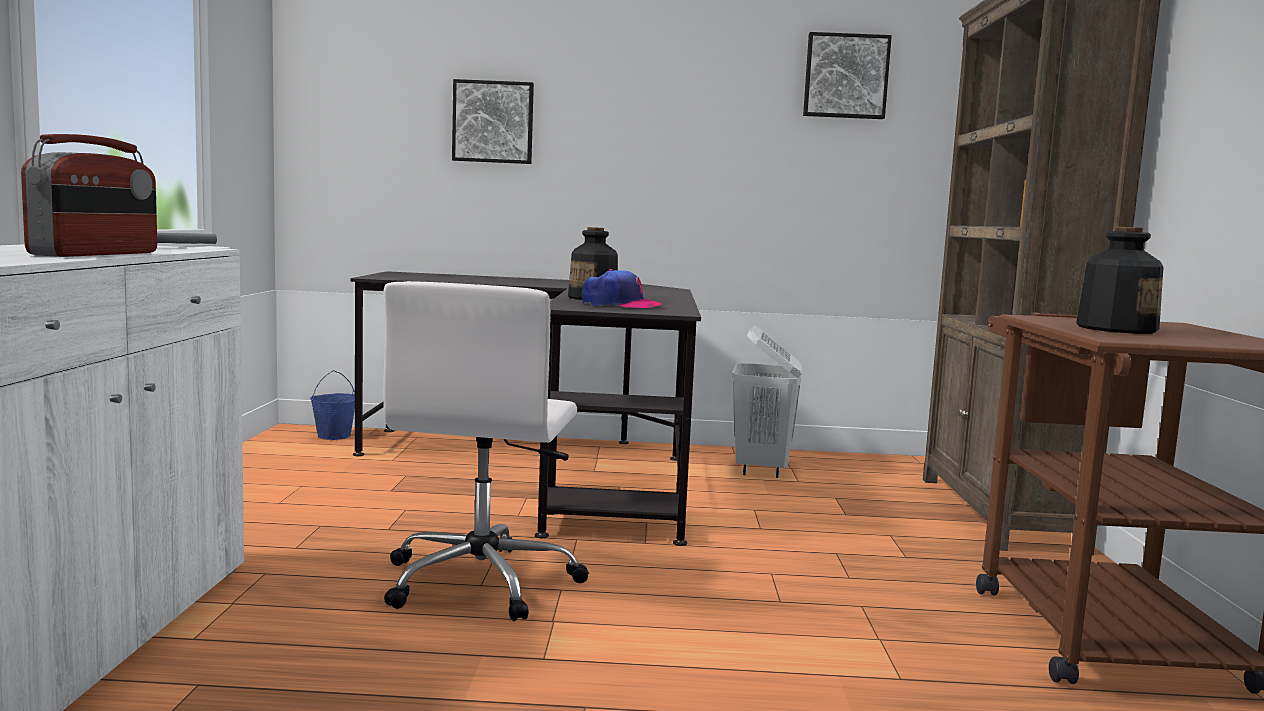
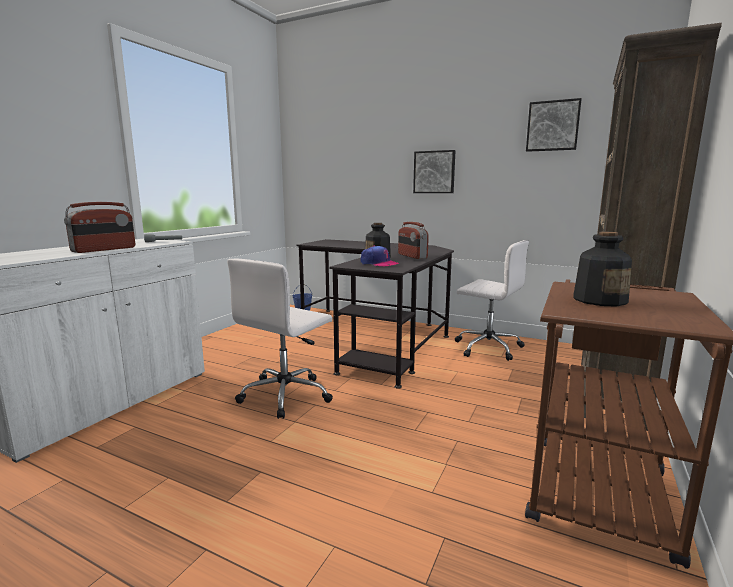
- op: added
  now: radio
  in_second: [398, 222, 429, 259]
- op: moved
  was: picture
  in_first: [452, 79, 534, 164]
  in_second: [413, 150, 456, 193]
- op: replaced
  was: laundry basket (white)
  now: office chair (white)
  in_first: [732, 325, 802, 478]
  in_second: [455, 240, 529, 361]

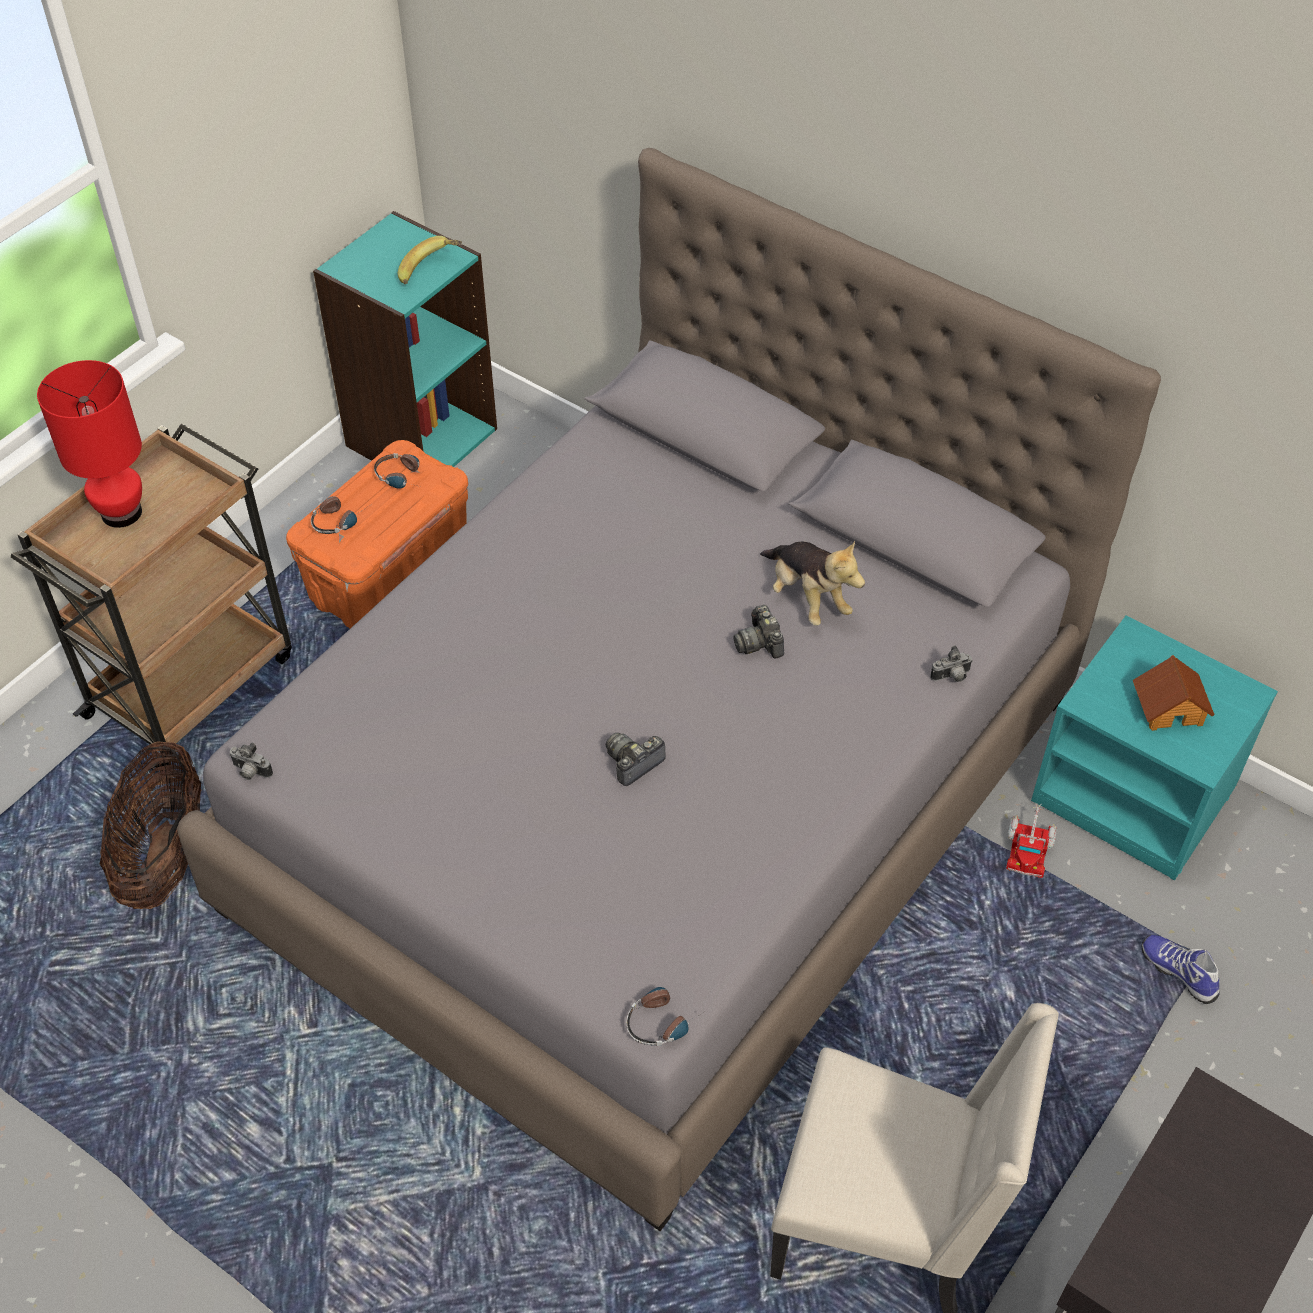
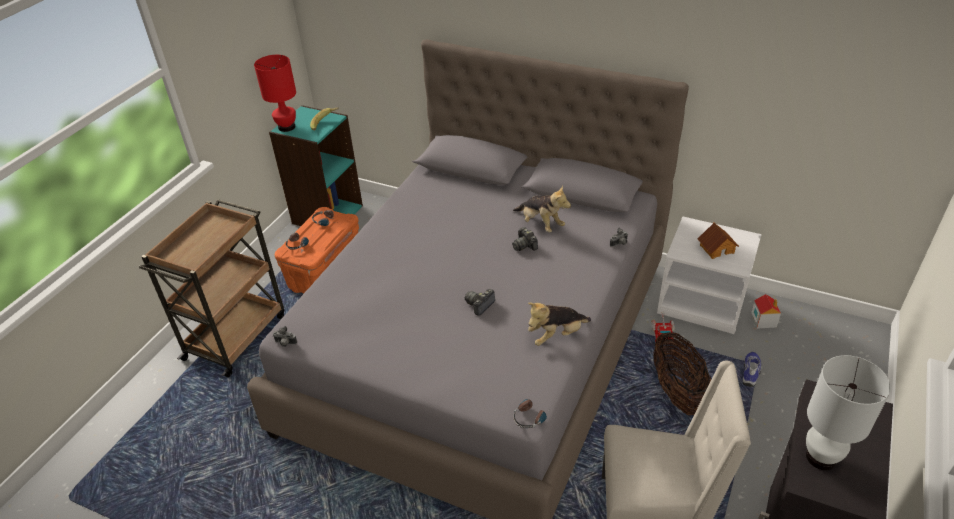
- op: added
  now: plush toy
  in_second: [528, 302, 591, 346]
- op: added
  now: toy house
  in_second: [750, 294, 781, 329]
- op: added
  now: table lamp (white)
  in_second: [806, 355, 891, 470]
- op: moved
  was: table lamp (red)
  in_first: [37, 360, 142, 528]
  in_second: [254, 55, 296, 132]
- op: moved
  was: basket
  in_first: [100, 741, 201, 909]
  in_second: [653, 332, 711, 415]
- op: recoloured
  was: nightstand (turquoise)
  now: nightstand (white)
  in_first: [1031, 615, 1278, 881]
  in_second: [657, 217, 762, 334]
- op: turned
  was: shoe
  in_first: [1141, 935, 1220, 1004]
  in_second: [743, 352, 761, 387]
  clockwise: 75

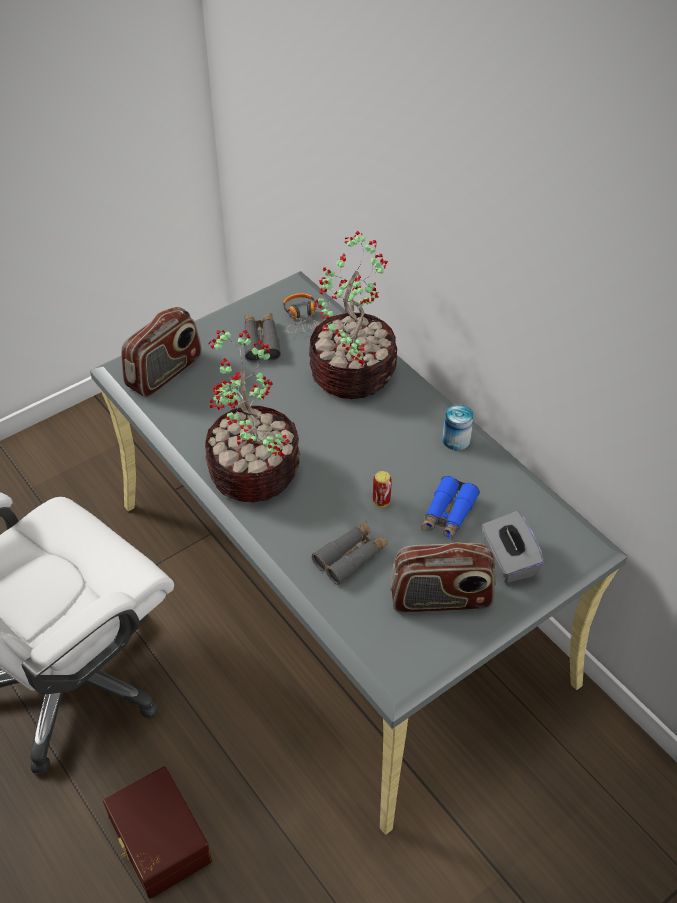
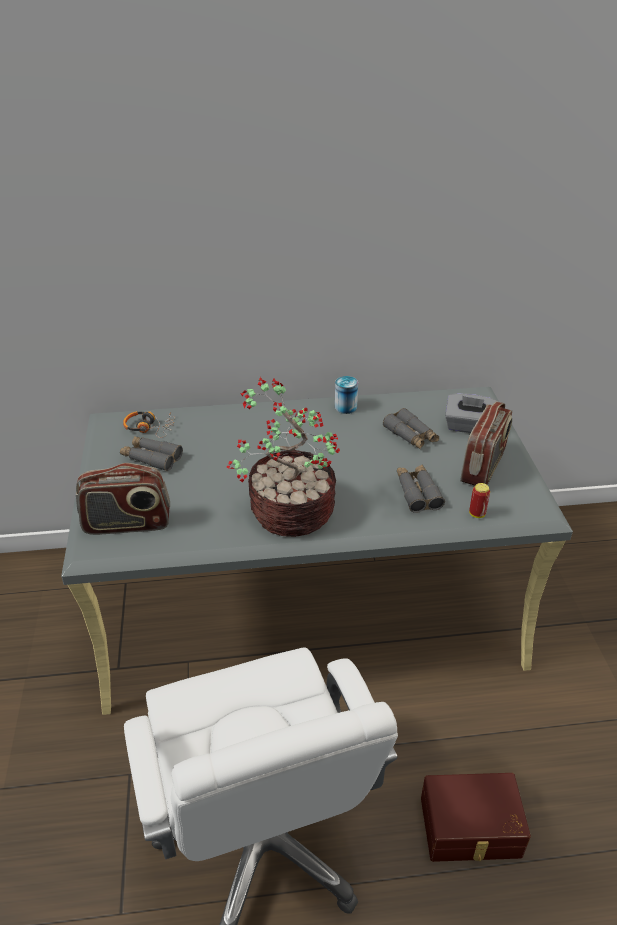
- op: removed
  was: potted plant
  in_first: [309, 231, 397, 399]
- op: moved
  was: can
  in_first: [373, 471, 392, 507]
  in_second: [469, 483, 490, 518]
- op: recoloured
  was: binoculars (blue)
  now: binoculars (grey)
  in_first: [421, 476, 480, 540]
  in_second: [383, 408, 439, 449]
- op: turned
  was: radio
  in_first: [121, 307, 202, 398]
  in_second: [76, 463, 170, 535]
  clockwise: 105

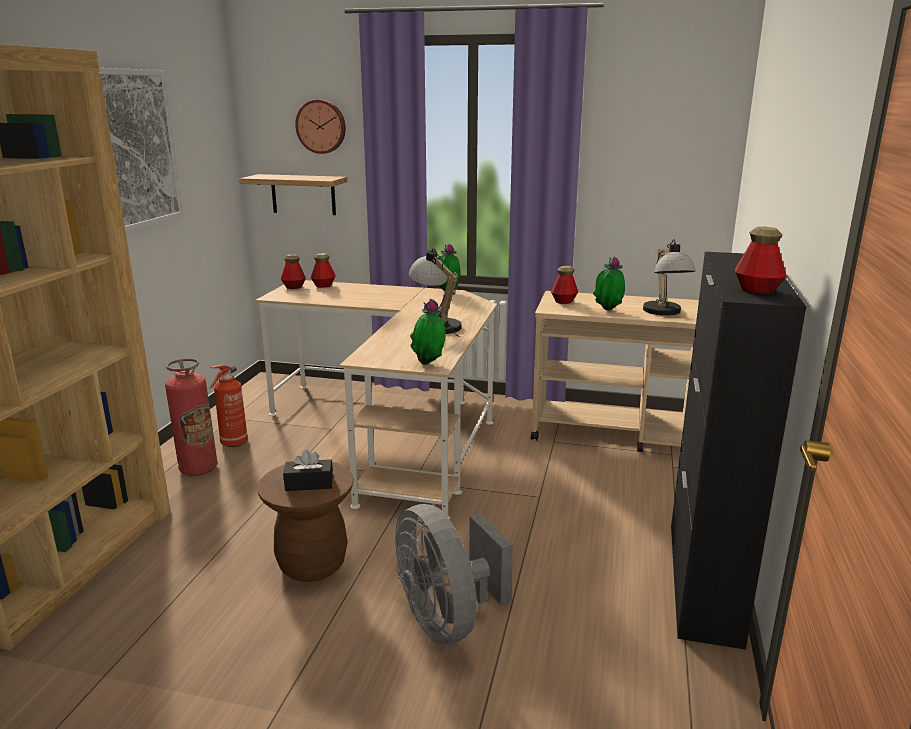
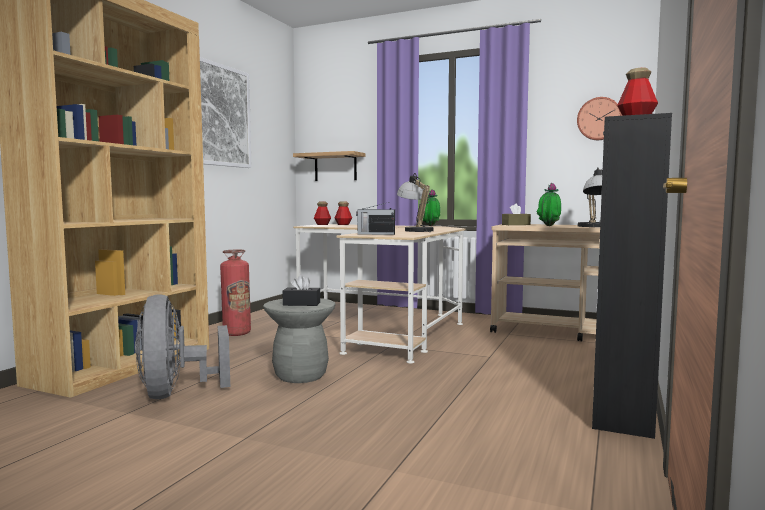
- op: removed
  was: fire extinguisher
  in_first: [209, 365, 248, 447]
- op: removed
  was: potted plant
  in_first: [410, 299, 445, 365]
- op: added
  now: radio
  in_second: [356, 202, 395, 235]
- op: moved
  was: wall clock
  in_first: [295, 100, 346, 154]
  in_second: [577, 97, 622, 140]
- op: moved
  was: fan (grey)
  in_first: [395, 504, 513, 645]
  in_second: [135, 294, 230, 399]
- op: replaced
  was: bottle
  now: tissue box (brown)
  in_first: [551, 266, 578, 304]
  in_second: [502, 203, 531, 225]
- op: recoloured
  was: stool (brown)
  now: stool (grey)
  in_first: [257, 462, 354, 582]
  in_second: [263, 298, 336, 383]

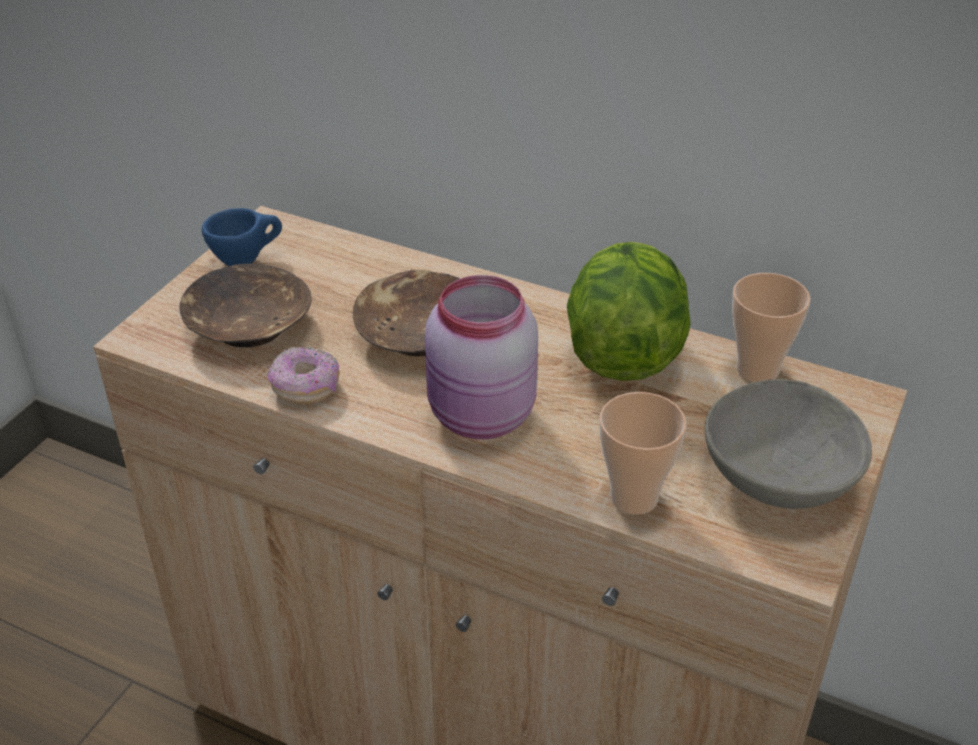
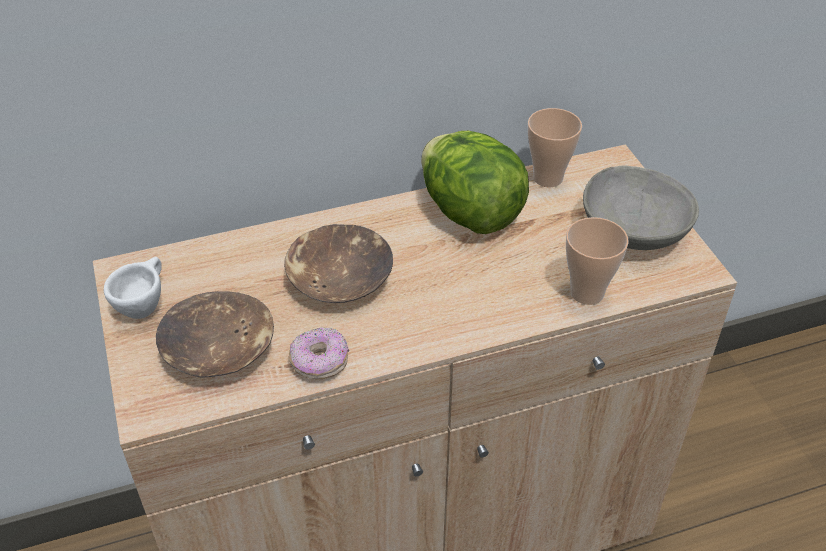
- op: removed
  was: jar (pink)
  in_first: [425, 275, 538, 439]
- op: recoloured
  was: cup (blue)
  now: cup (white)
  in_first: [202, 208, 282, 266]
  in_second: [104, 257, 162, 319]

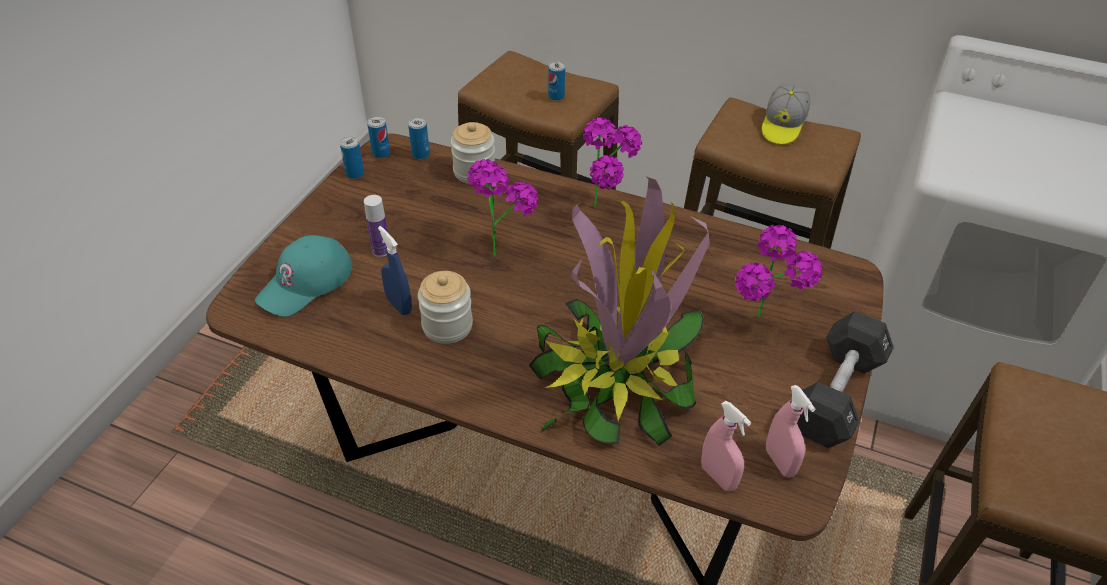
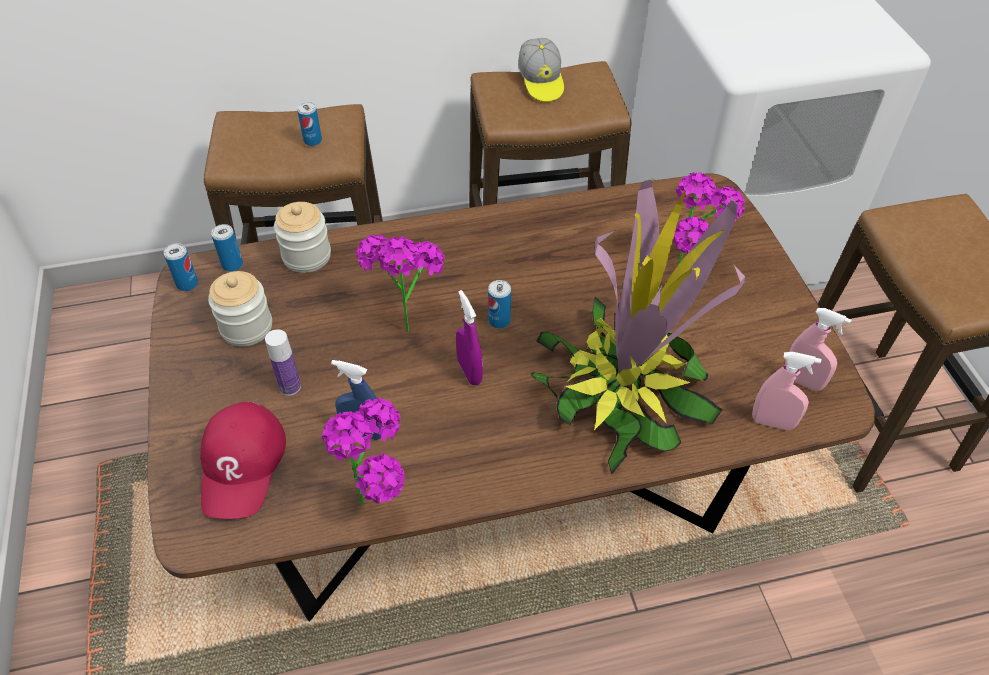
- op: removed
  was: dumbbell (black)
  in_first: [797, 311, 894, 448]
- op: added
  now: spray bottle (purple)
  in_second: [456, 290, 483, 385]
- op: moved
  was: can
  in_first: [340, 136, 364, 179]
  in_second: [488, 280, 511, 329]
- op: moved
  was: jar
  in_first: [418, 271, 473, 344]
  in_second: [208, 271, 272, 346]
- op: moved
  was: potted plant
  in_first: [583, 117, 642, 208]
  in_second: [322, 398, 405, 505]
- op: recoloured
  was: cap (turquoise)
  now: cap (red)
  in_first: [255, 235, 352, 317]
  in_second: [200, 402, 286, 519]

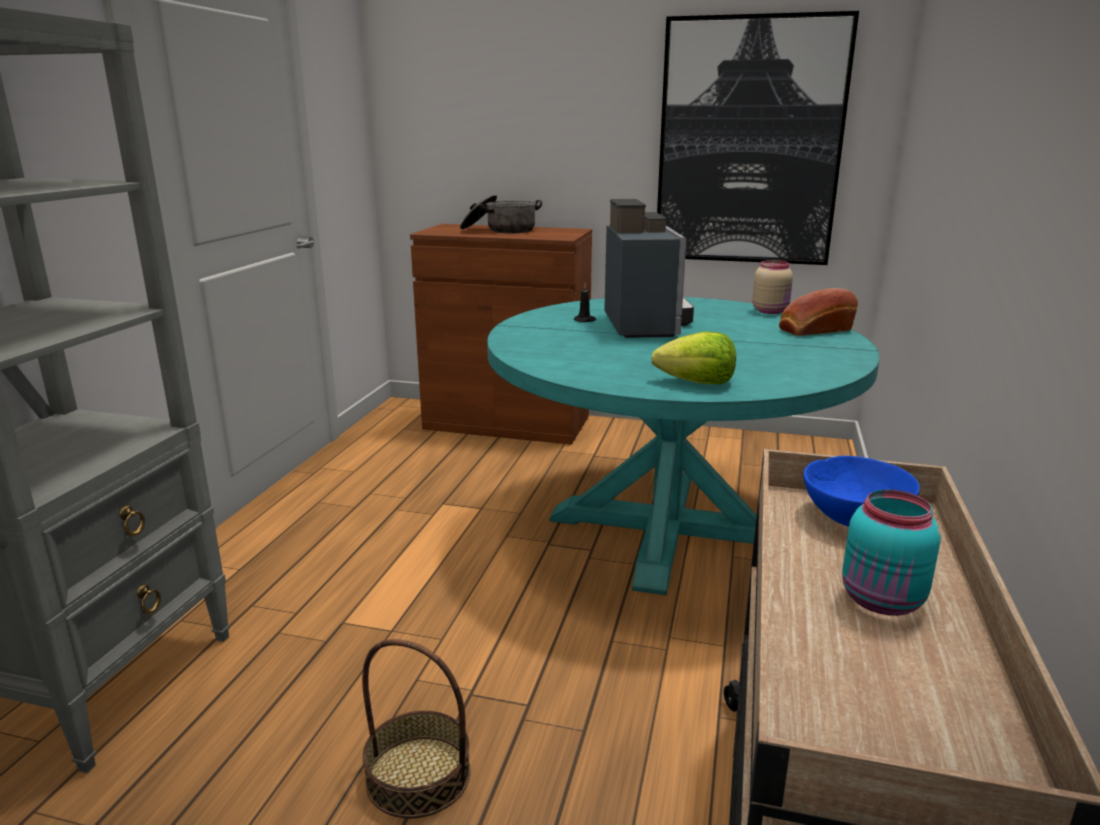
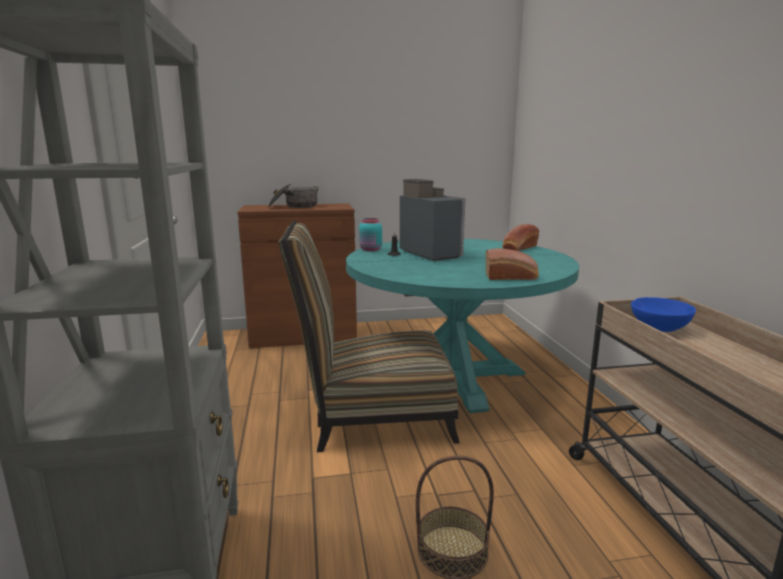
- op: removed
  was: picture
  in_first: [657, 11, 859, 265]
- op: removed
  was: jar (beige)
  in_first: [752, 260, 793, 314]
- op: added
  now: chair
  in_second: [279, 221, 460, 452]
- op: moved
  was: jar (turquoise)
  in_first: [842, 490, 941, 616]
  in_second: [359, 218, 382, 251]
- op: replaced
  was: lettuce
  now: bread
  in_first: [651, 332, 736, 384]
  in_second: [485, 248, 539, 280]

